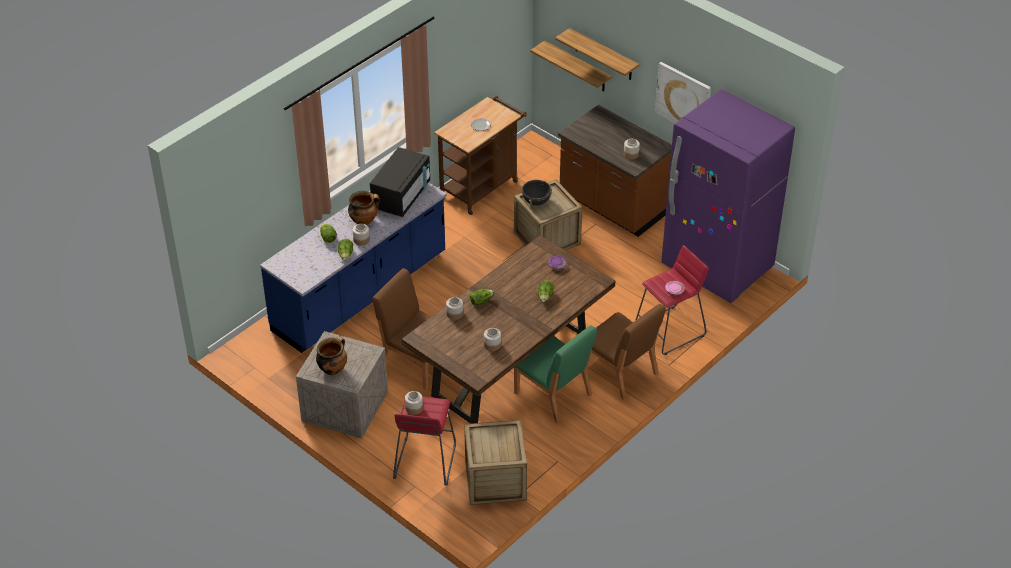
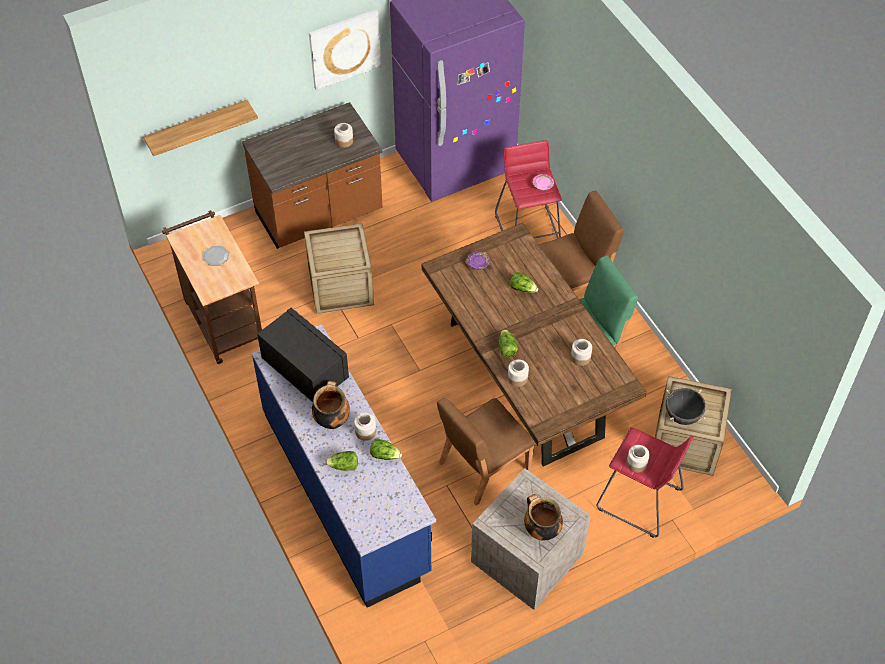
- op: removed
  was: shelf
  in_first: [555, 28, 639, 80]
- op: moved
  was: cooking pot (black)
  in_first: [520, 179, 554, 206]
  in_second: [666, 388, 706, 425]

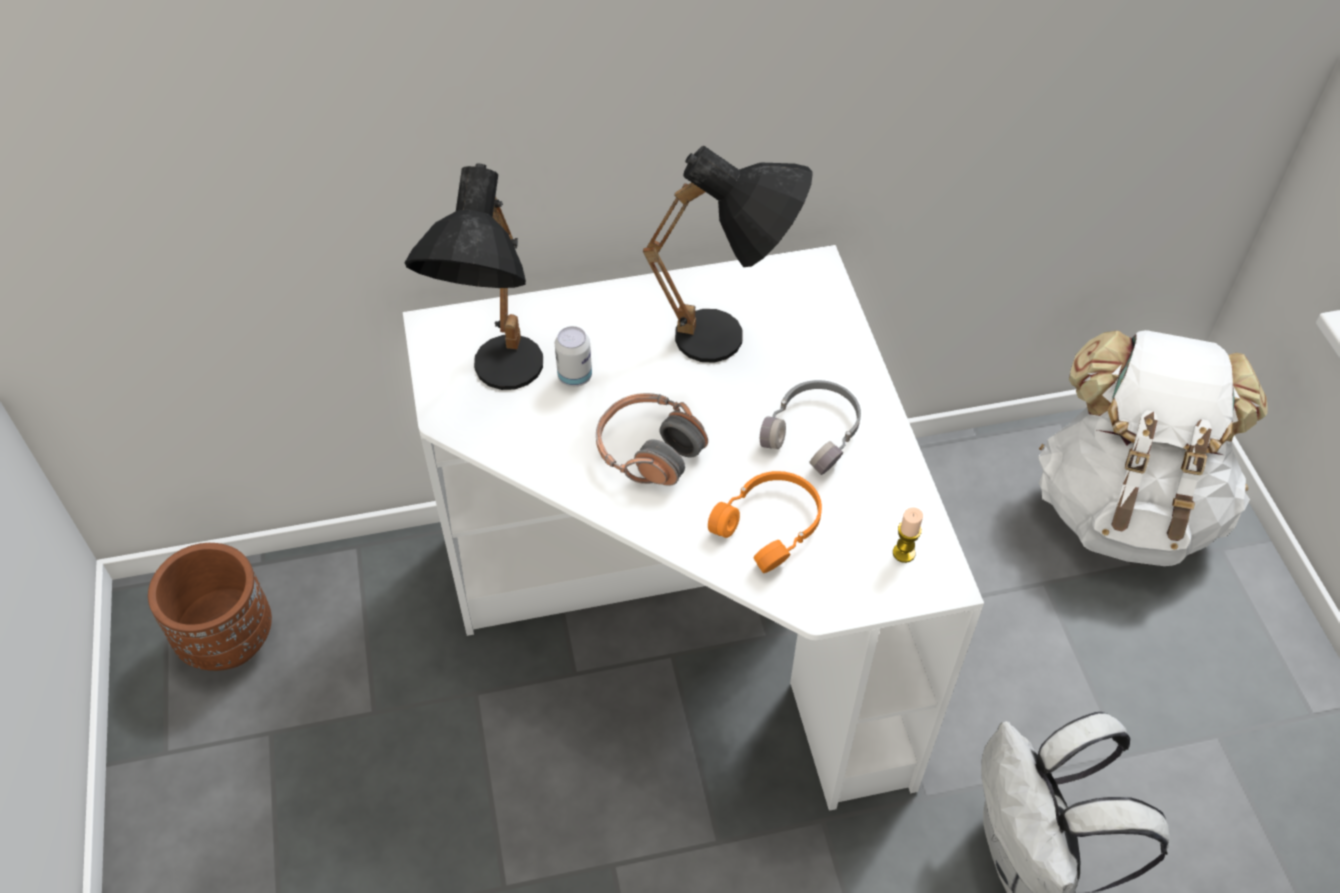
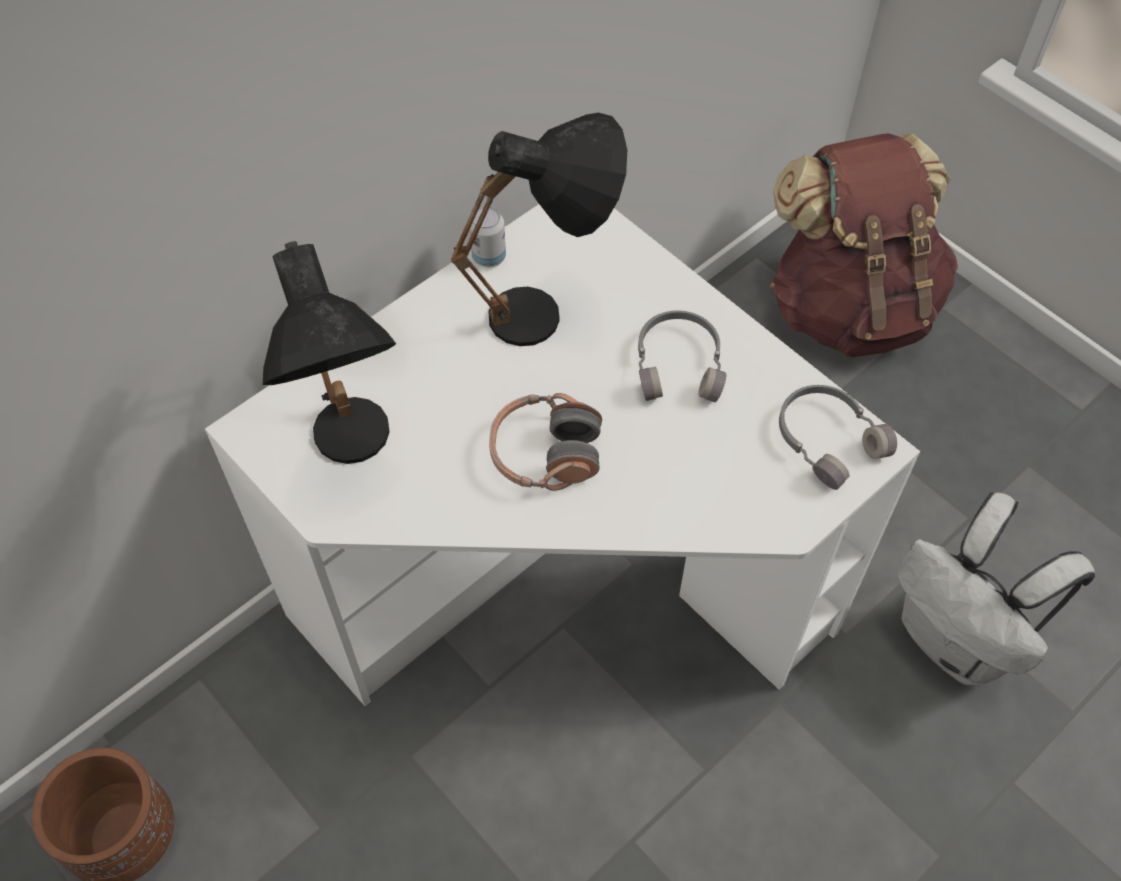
- op: removed
  was: headphones (orange)
  in_first: [708, 471, 822, 573]
- op: moved
  was: can
  in_first: [555, 326, 592, 387]
  in_second: [470, 206, 506, 267]
- op: replaced
  was: candle
  now: headphones (grey)
  in_first: [893, 508, 923, 563]
  in_second: [779, 385, 897, 490]
- op: recoloured
  was: backpack (white)
  now: backpack (brown)
  in_first: [1038, 330, 1268, 566]
  in_second: [770, 133, 958, 357]

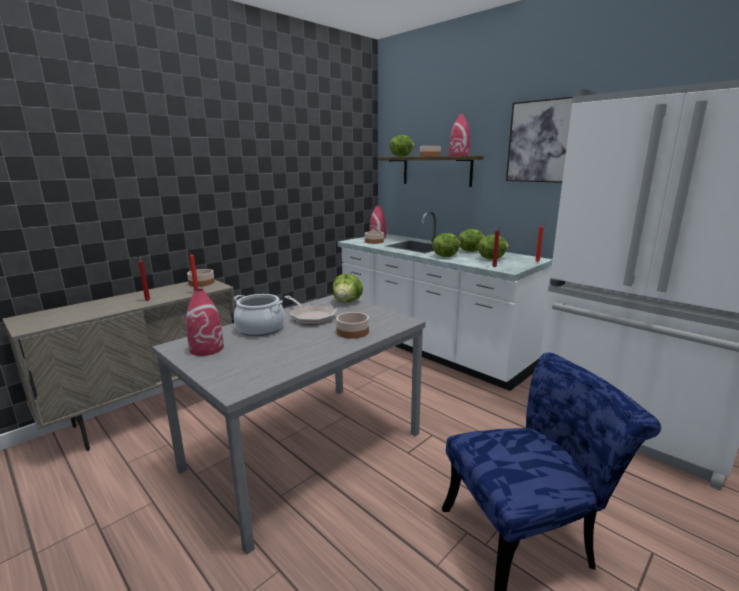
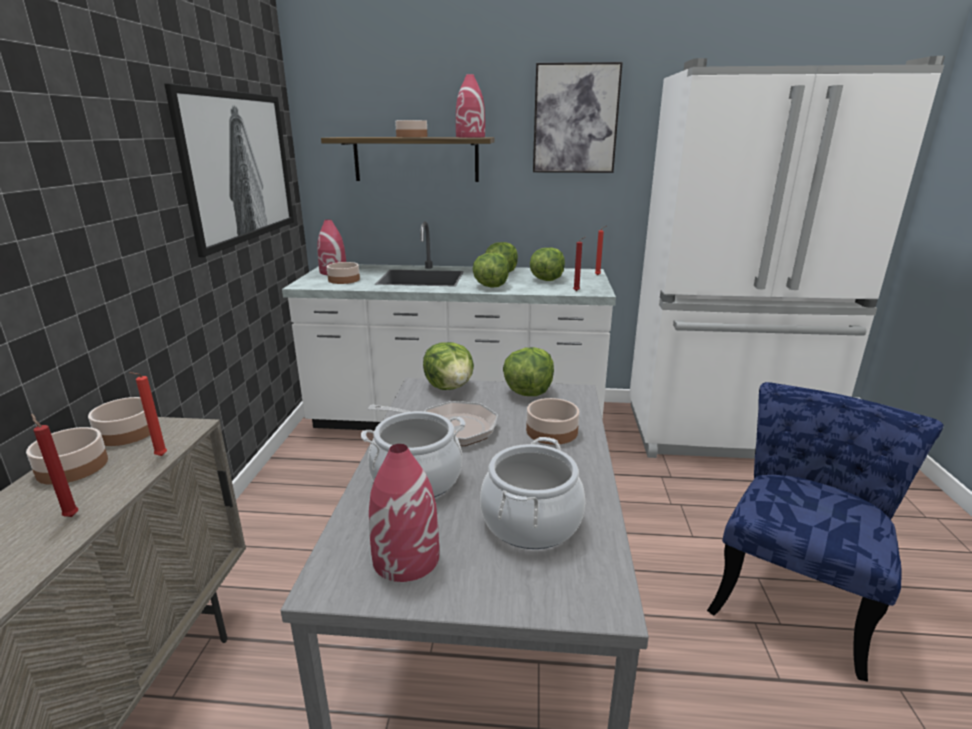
- op: added
  now: bowl
  in_second: [26, 427, 108, 485]
- op: added
  now: picture
  in_second: [164, 83, 294, 257]
- op: added
  now: cooking pot
  in_second: [480, 437, 585, 549]
- op: moved
  was: lettuce
  in_first: [389, 135, 415, 157]
  in_second: [503, 347, 554, 396]

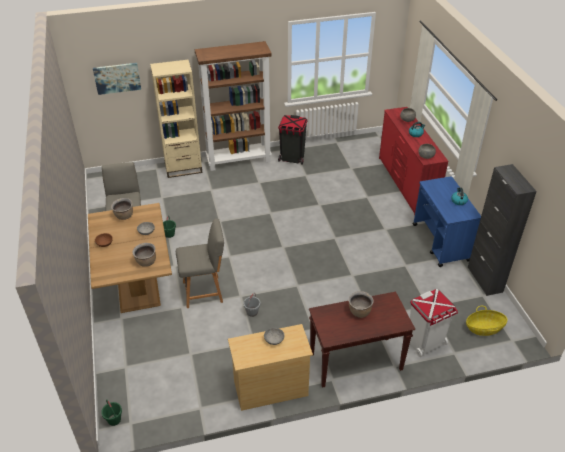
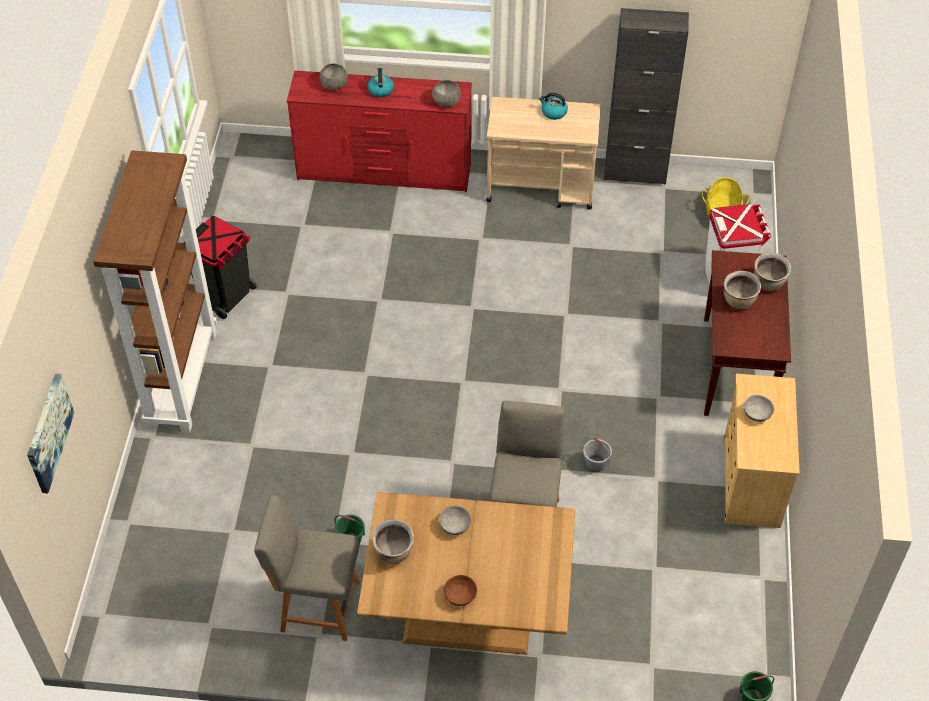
- op: removed
  was: bookcase (beige)
  in_first: [150, 60, 202, 178]
- op: moved
  was: cooking pot (brown)
  in_first: [132, 243, 156, 267]
  in_second: [754, 253, 791, 291]
- op: recoloured
  was: cart (blue)
  now: cart (beige)
  in_first: [413, 176, 481, 267]
  in_second: [486, 97, 601, 209]

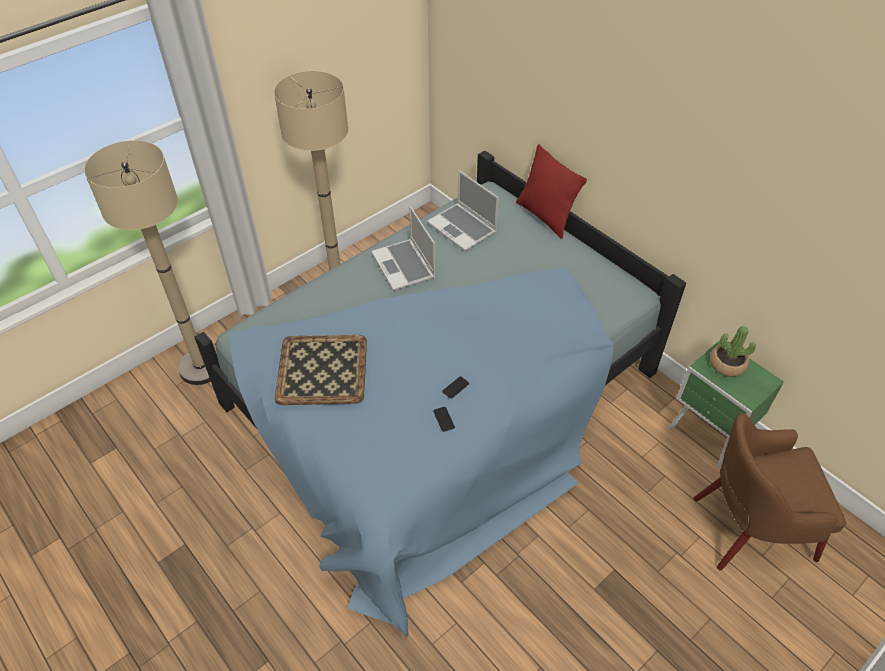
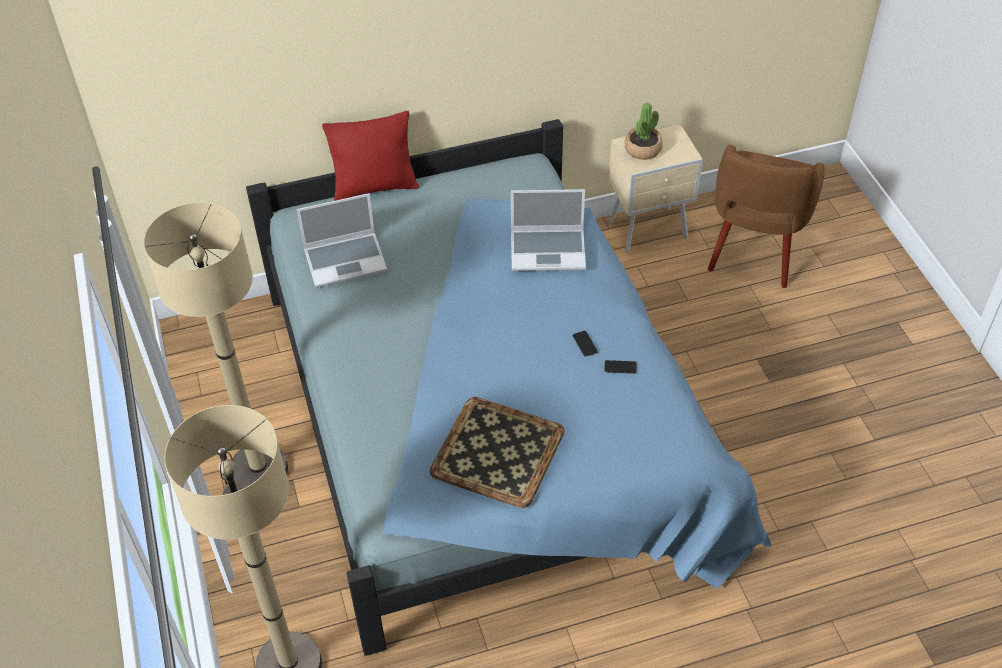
- op: moved
  was: laptop
  in_first: [371, 206, 435, 291]
  in_second: [511, 189, 586, 271]
- op: recoloured
  was: nightstand (green)
  now: nightstand (beige)
  in_first: [669, 341, 784, 468]
  in_second: [609, 124, 703, 253]

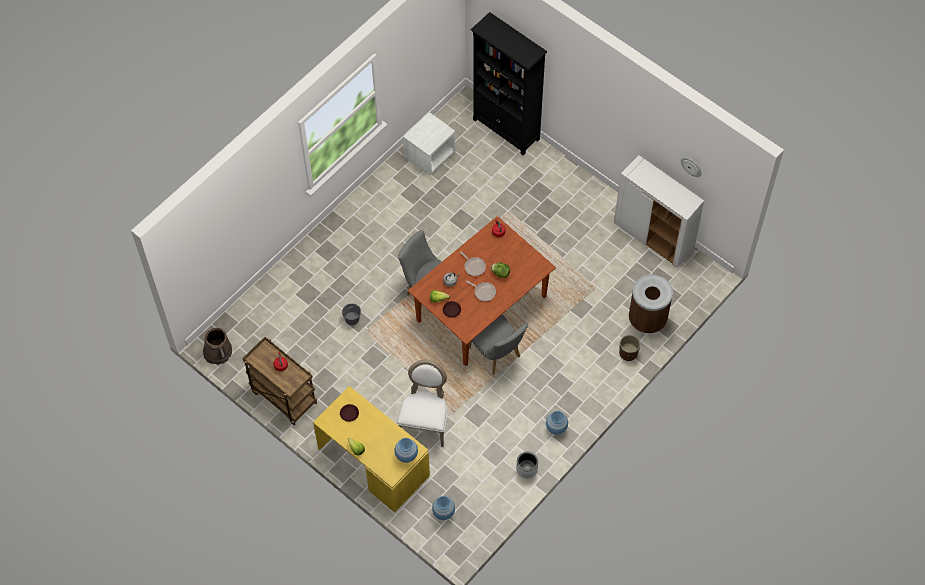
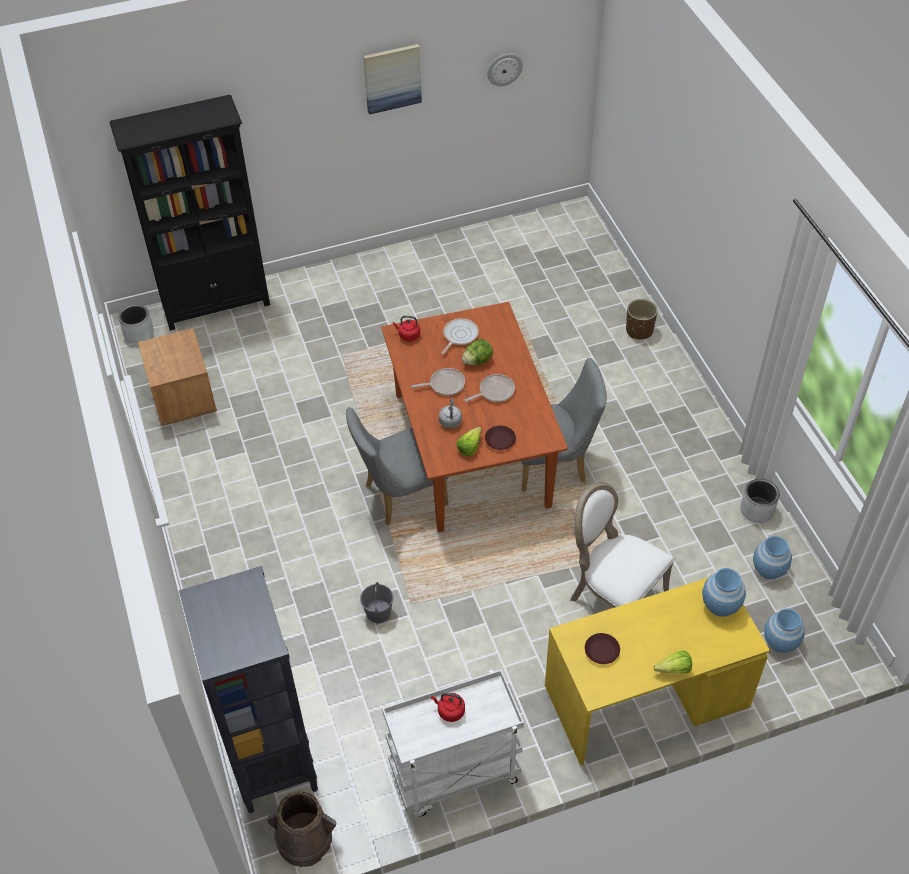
- op: removed
  was: cabinet (white)
  in_first: [614, 155, 704, 268]
- op: removed
  was: trash can (brown)
  in_first: [629, 274, 673, 333]
- op: added
  now: planter (grey)
  in_second: [118, 304, 154, 344]
- op: added
  now: bookcase (black)
  in_second: [179, 566, 318, 813]
- op: added
  now: picture
  in_second: [363, 44, 422, 115]
- op: added
  now: frying pan
  in_second: [441, 318, 479, 354]
- op: moved
  was: vase (blue)
  in_first: [546, 411, 568, 435]
  in_second: [753, 536, 792, 579]
- op: recoloured
  was: cart (brown)
  now: cart (white)
  in_first: [242, 337, 317, 425]
  in_second: [382, 669, 524, 817]
- op: recoloured
  was: nightstand (white)
  now: nightstand (brown)
  in_first: [403, 112, 456, 175]
  in_second: [138, 328, 217, 426]

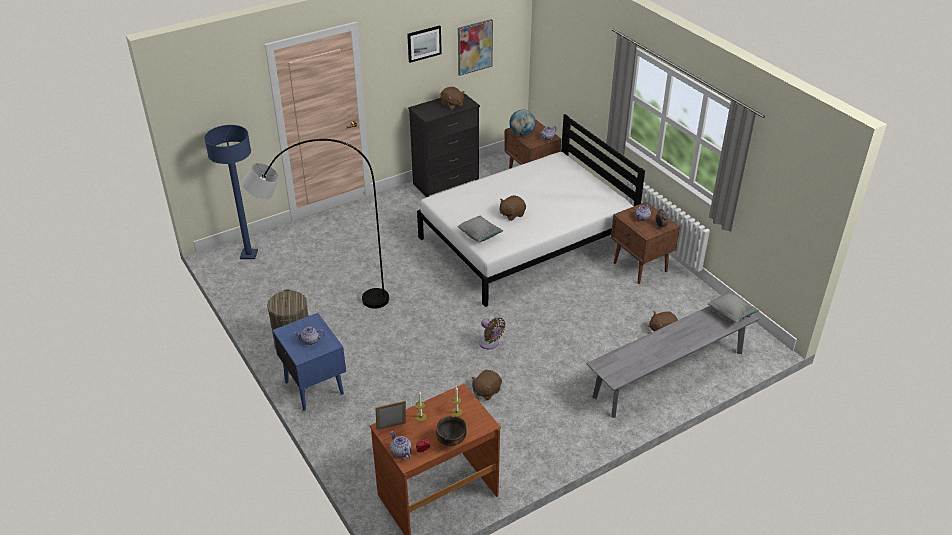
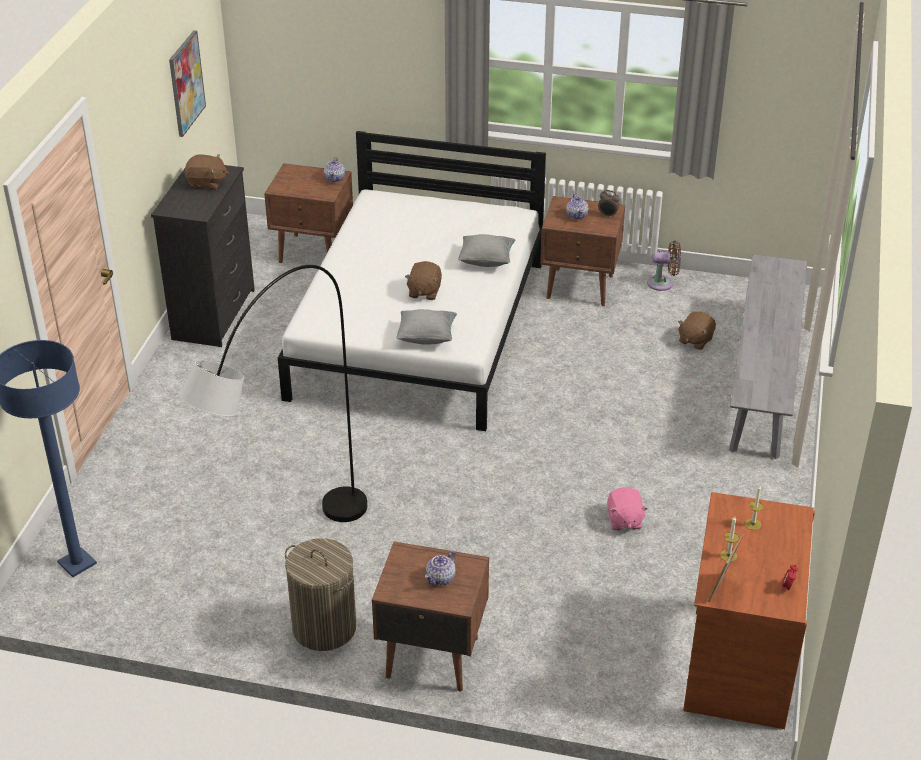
- op: removed
  was: teapot
  in_first: [390, 431, 411, 459]
- op: removed
  was: picture
  in_first: [407, 25, 442, 63]
- op: removed
  was: bowl
  in_first: [436, 416, 467, 446]
- op: removed
  was: globe
  in_first: [509, 110, 536, 136]
- op: moved
  was: fan (brown)
  in_first: [479, 317, 506, 349]
  in_second: [647, 240, 681, 291]
- op: moved
  was: pillow (grey)
  in_first: [707, 291, 759, 323]
  in_second: [458, 234, 515, 267]
- op: recoloured
  was: nightstand (blue)
  now: nightstand (brown)
  in_first: [273, 313, 346, 411]
  in_second: [372, 542, 489, 692]
- op: recoloured
  was: plush toy (brown)
  now: plush toy (pink)
  in_first: [472, 370, 502, 400]
  in_second: [607, 487, 648, 530]

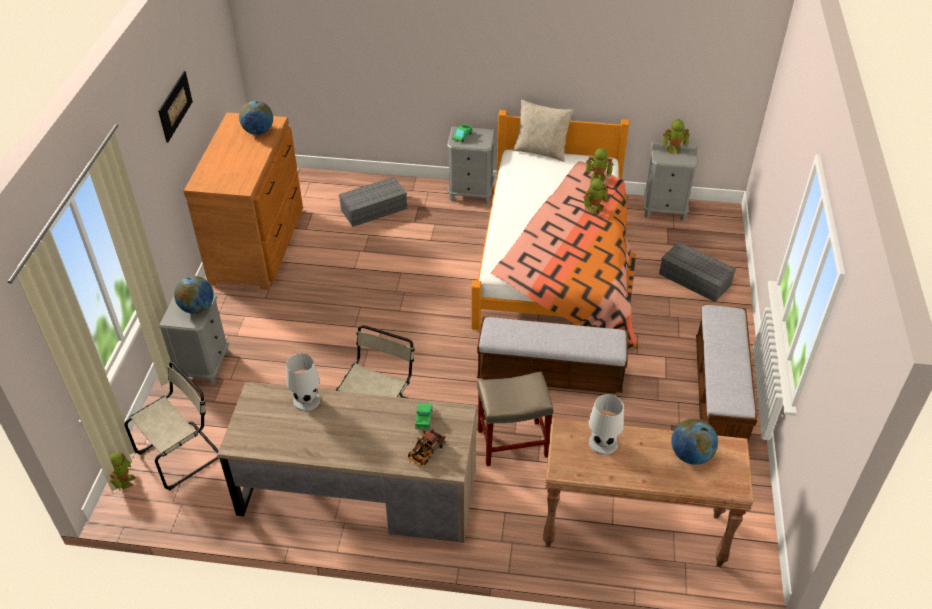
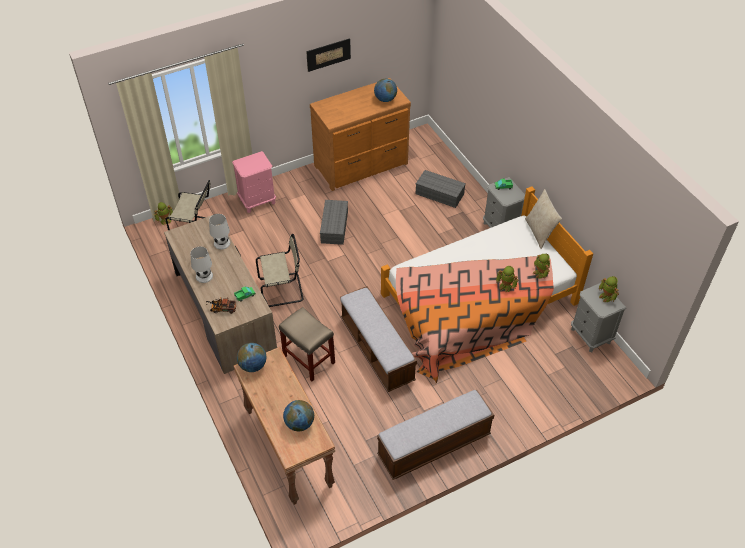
- op: moved
  was: globe
  in_first: [174, 276, 214, 314]
  in_second: [237, 343, 266, 372]
- op: moved
  was: table lamp (white)
  in_first: [589, 394, 624, 455]
  in_second: [190, 247, 213, 283]
- op: moved
  was: storage box (grey)
  in_first: [659, 241, 736, 302]
  in_second: [320, 200, 348, 245]
- op: recoloured
  was: nightstand (grey)
  now: nightstand (pink)
  in_first: [159, 293, 229, 385]
  in_second: [232, 151, 276, 213]

